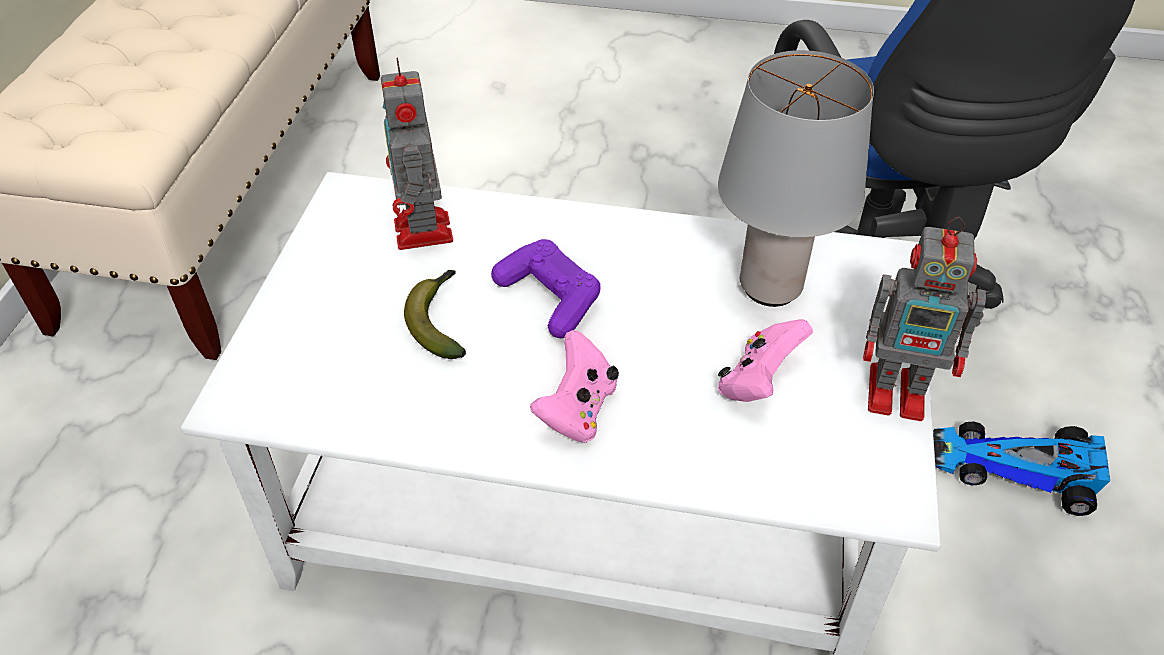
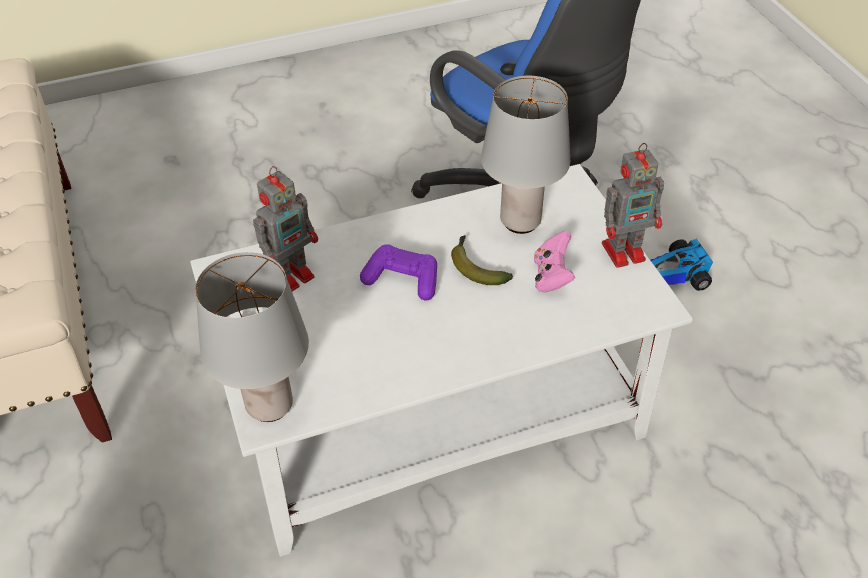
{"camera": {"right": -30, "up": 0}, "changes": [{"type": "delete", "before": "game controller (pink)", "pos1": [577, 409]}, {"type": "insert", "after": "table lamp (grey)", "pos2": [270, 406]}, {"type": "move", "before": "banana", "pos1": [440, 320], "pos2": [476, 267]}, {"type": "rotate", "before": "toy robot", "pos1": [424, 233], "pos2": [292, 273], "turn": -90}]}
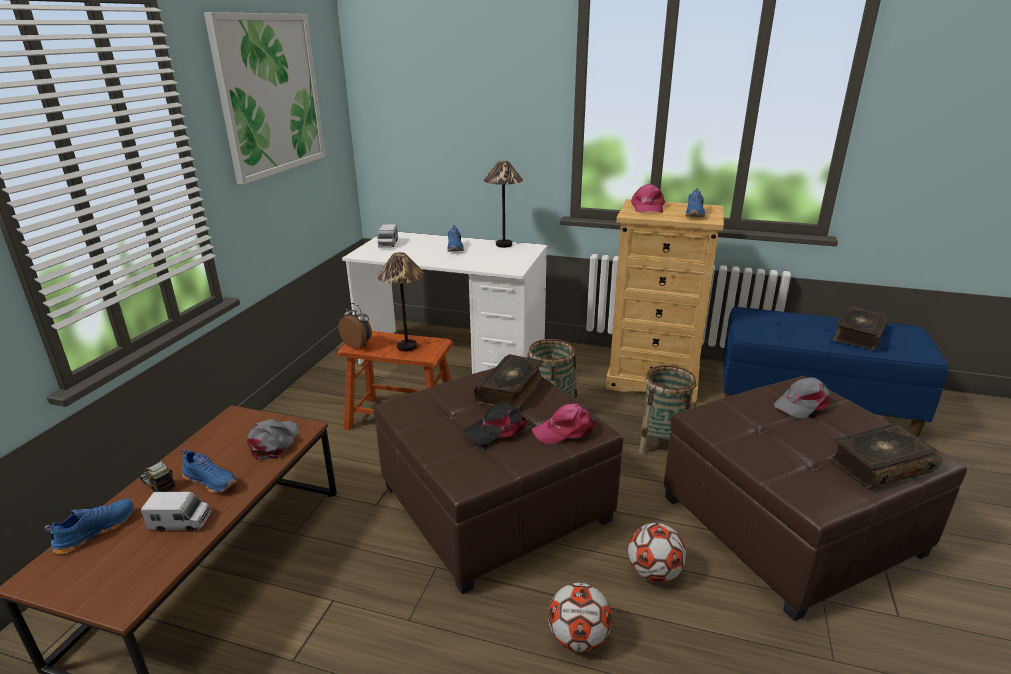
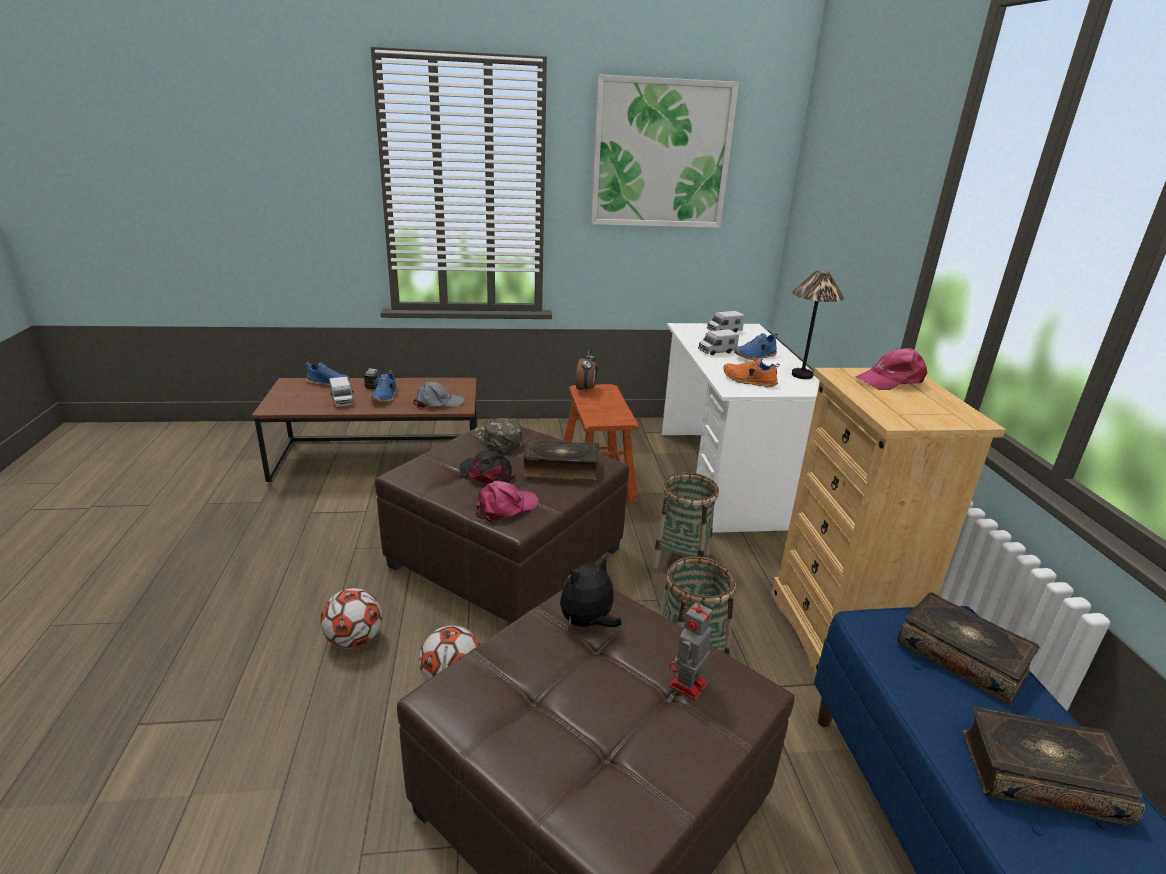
{"camera": {"right": 65, "up": 0}, "changes": [{"type": "delete", "before": "table lamp", "pos1": [407, 347]}, {"type": "delete", "before": "shoe (blue)", "pos1": [695, 214]}, {"type": "insert", "after": "cap (green)", "pos2": [497, 439]}, {"type": "insert", "after": "plush toy", "pos2": [587, 623]}, {"type": "insert", "after": "toy truck", "pos2": [716, 351]}, {"type": "insert", "after": "shoe (orange)", "pos2": [748, 381]}, {"type": "move", "before": "book", "pos1": [879, 465], "pos2": [962, 656]}, {"type": "replace", "before": "cap (grey)", "after": "toy robot", "pos1": [801, 404], "pos2": [687, 686]}, {"type": "rotate", "before": "cap (pink)", "pos1": [565, 431], "pos2": [505, 508], "turn": 90}]}
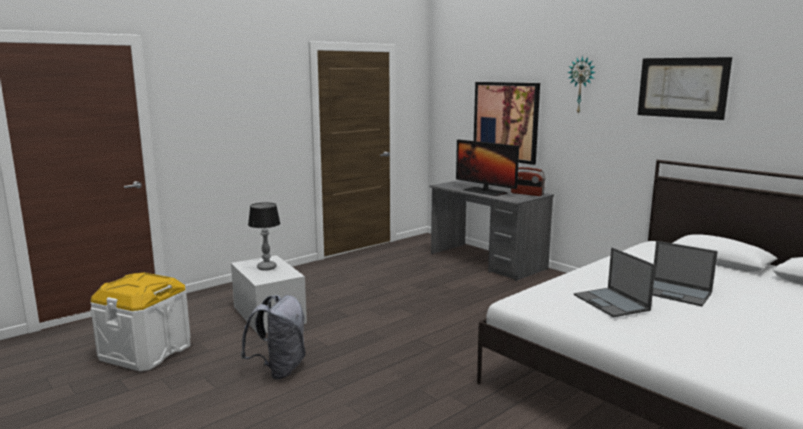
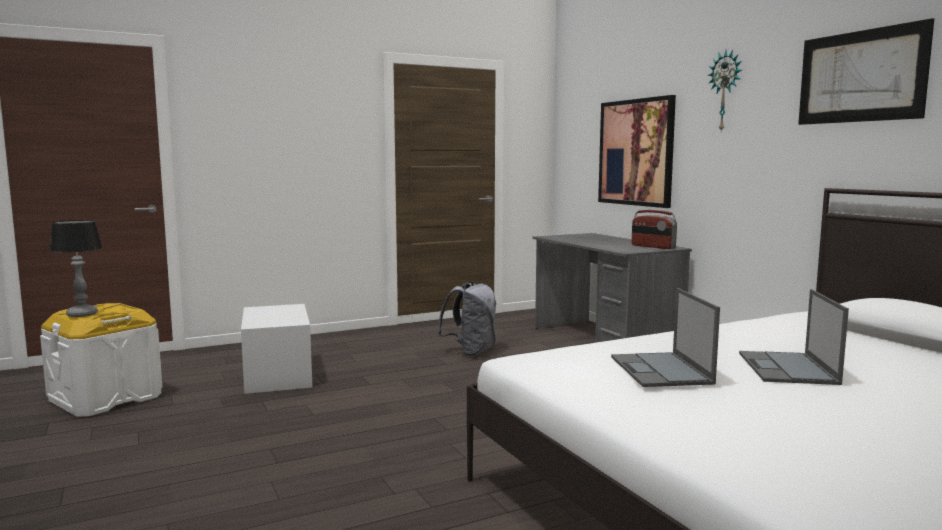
{"camera": {"right": 15, "up": -5}, "changes": [{"type": "delete", "before": "monitor", "pos1": [485, 191]}, {"type": "move", "before": "backpack (grey)", "pos1": [279, 369], "pos2": [470, 352]}, {"type": "move", "before": "table lamp", "pos1": [266, 267], "pos2": [82, 314]}, {"type": "rotate", "before": "laptop", "pos1": [676, 293], "pos2": [788, 368], "turn": 45}]}
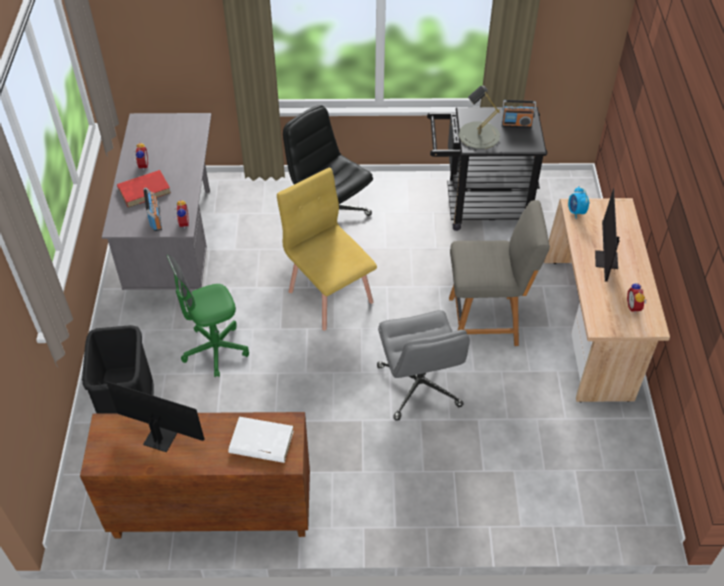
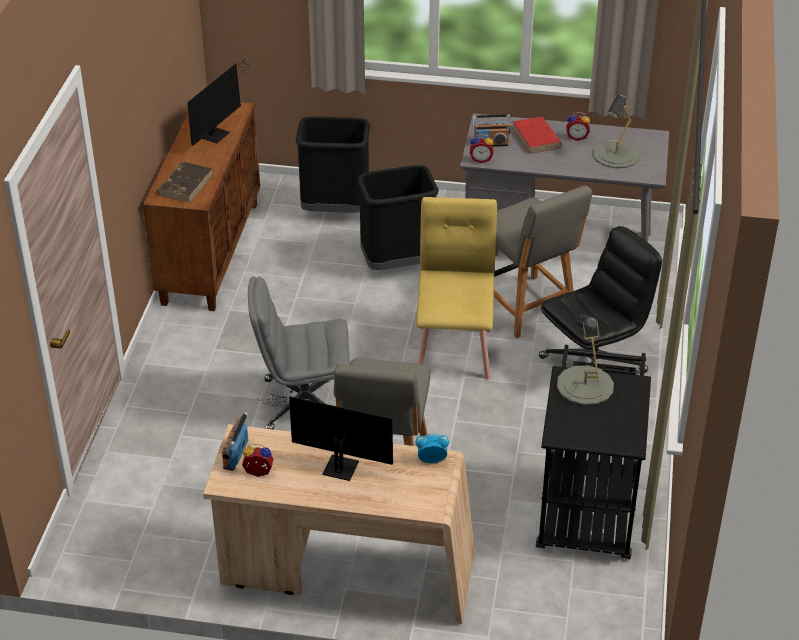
{"camera": {"right": 100, "up": -10}, "changes": [{"type": "insert", "after": "chair (grey)", "pos2": [528, 308]}, {"type": "insert", "after": "table lamp (grey)", "pos2": [616, 154]}, {"type": "move", "before": "radio", "pos1": [516, 124], "pos2": [235, 455]}, {"type": "replace", "before": "office chair (green)", "after": "trash can (black)", "pos1": [215, 350], "pos2": [398, 263]}, {"type": "recolor", "before": "book (white)", "after": "book (brown)", "pos1": [261, 442], "pos2": [185, 184]}, {"type": "rotate", "before": "chair (yellow)", "pos1": [330, 295], "pos2": [455, 351], "turn": -60}]}
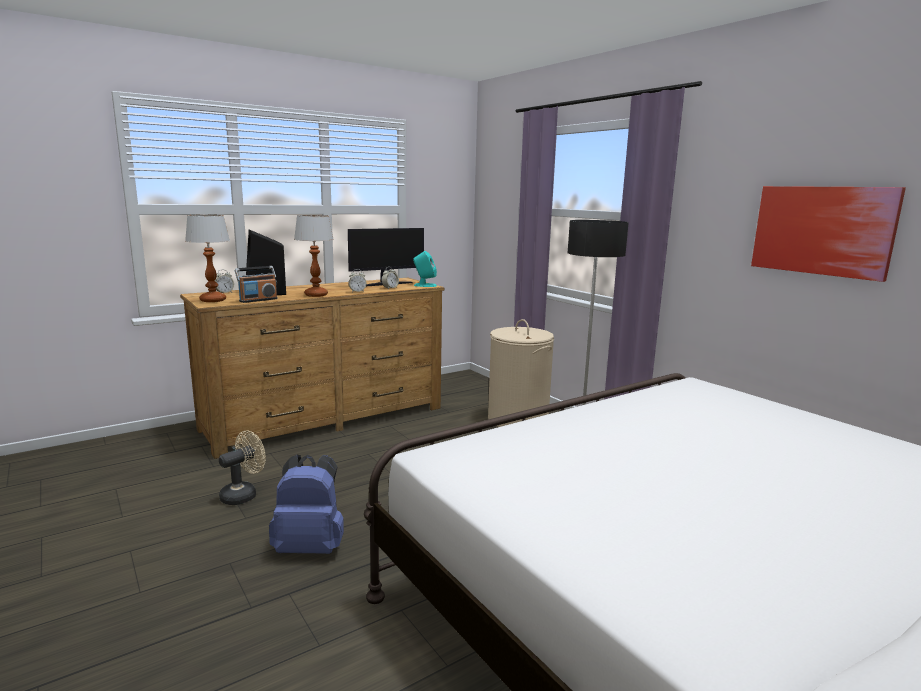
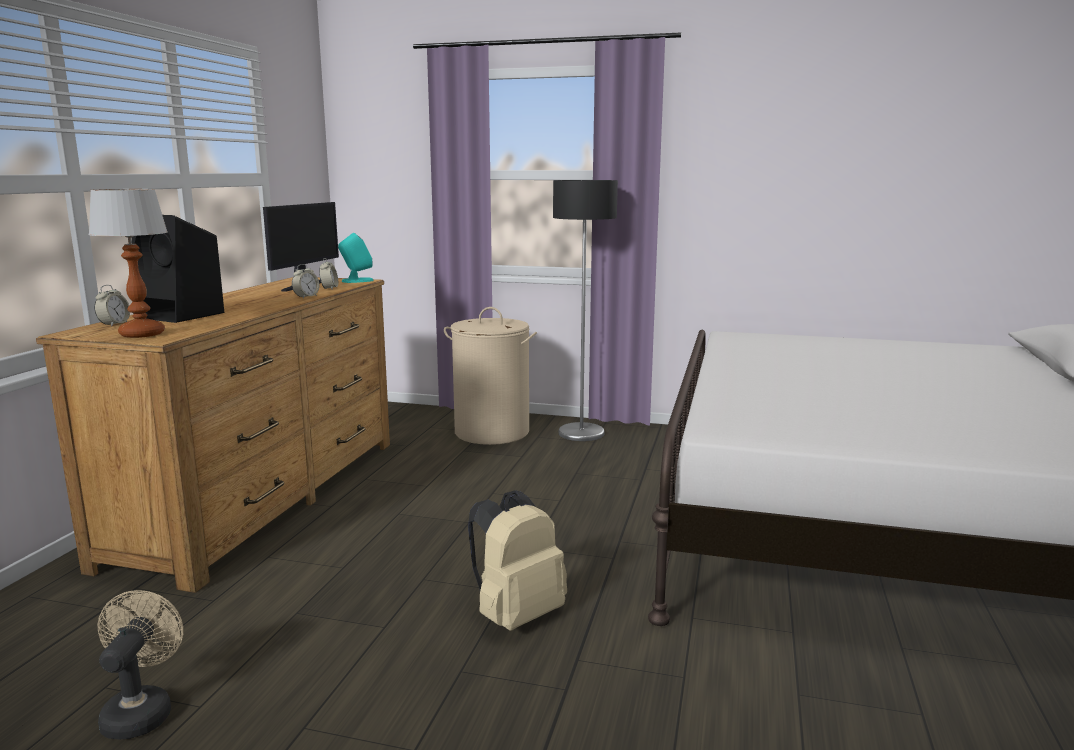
{"camera": {"right": -40, "up": 0}, "changes": [{"type": "delete", "before": "radio", "pos1": [258, 300]}, {"type": "delete", "before": "table lamp", "pos1": [316, 295]}, {"type": "delete", "before": "picture", "pos1": [822, 230]}, {"type": "move", "before": "fan (beige)", "pos1": [243, 494], "pos2": [141, 710]}, {"type": "recolor", "before": "backpack (blue)", "after": "backpack (beige)", "pos1": [310, 547], "pos2": [516, 615]}]}
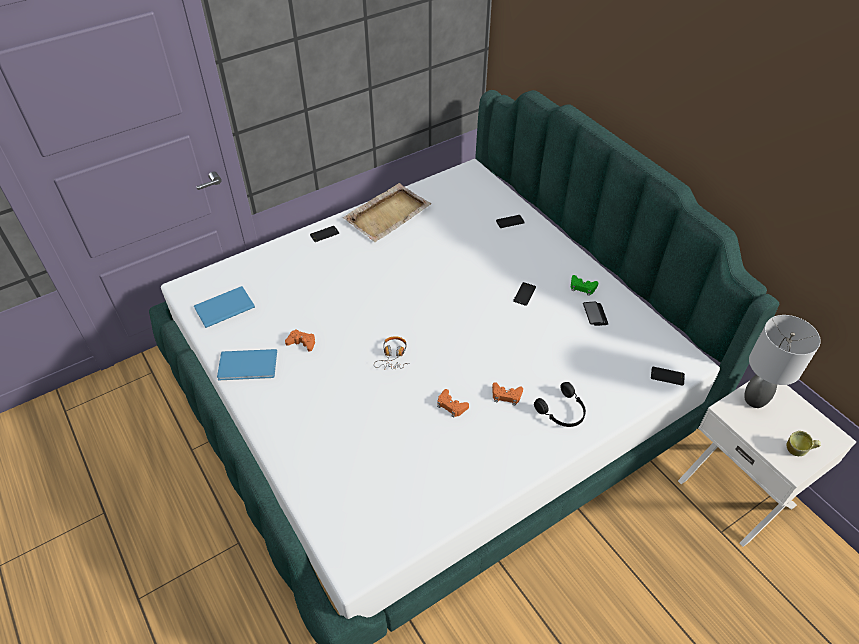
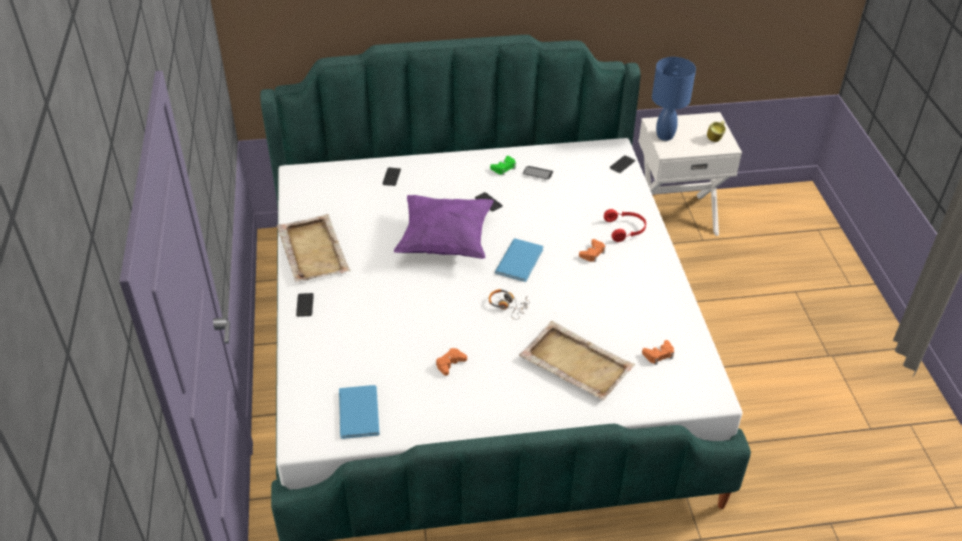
{"camera": {"right": -65, "up": -5}, "changes": [{"type": "insert", "after": "pillow (purple)", "pos2": [445, 241]}, {"type": "insert", "after": "tray (beige)", "pos2": [575, 362]}, {"type": "move", "before": "book (blue)", "pos1": [249, 366], "pos2": [521, 260]}, {"type": "move", "before": "game controller (orange)", "pos1": [451, 406], "pos2": [658, 355]}, {"type": "recolor", "before": "headphones (black)", "after": "headphones (red)", "pos1": [562, 412], "pos2": [625, 229]}, {"type": "recolor", "before": "table lamp (grey)", "after": "table lamp (blue)", "pos1": [755, 400], "pos2": [665, 135]}]}
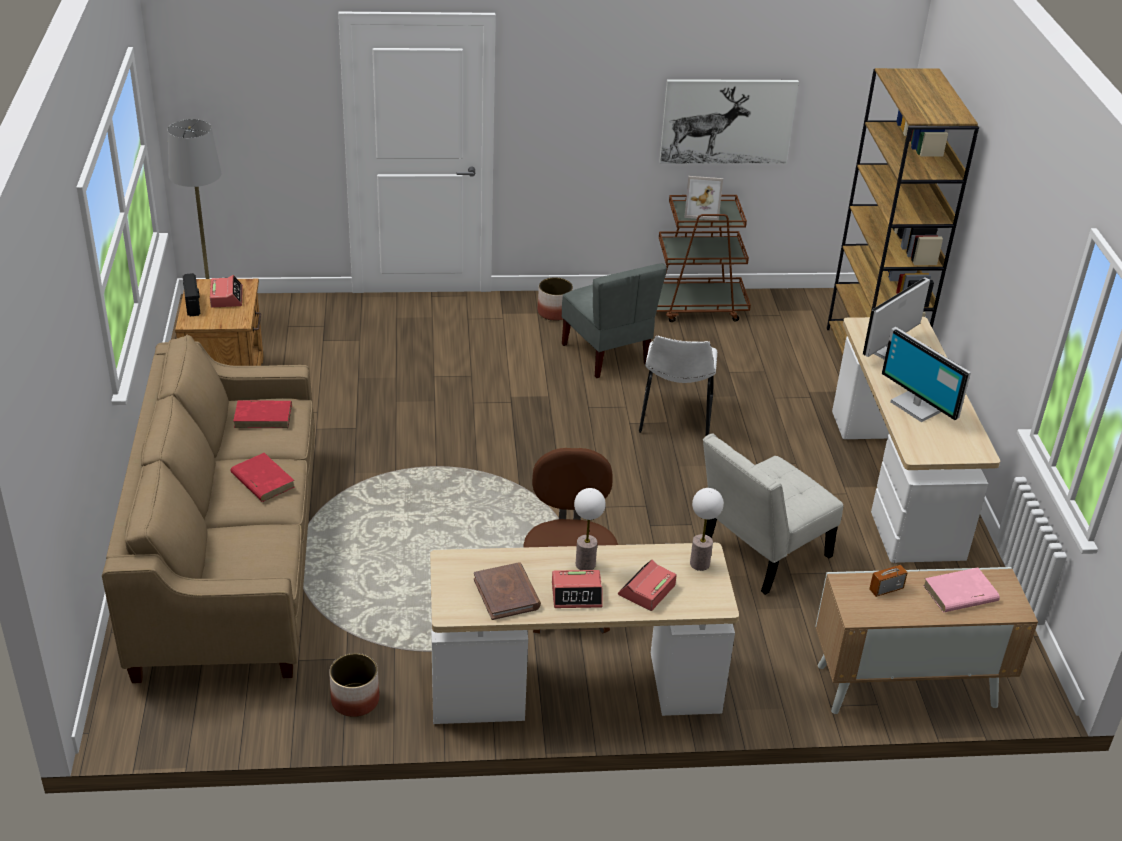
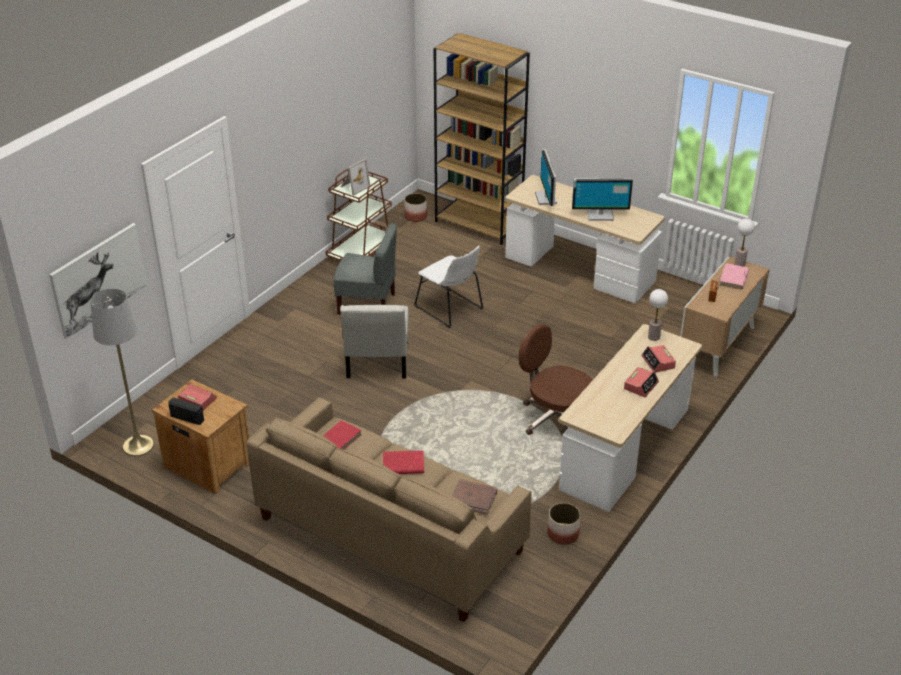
{"camera": {"right": -50, "up": 0}, "changes": [{"type": "move", "before": "book (brown)", "pos1": [507, 594], "pos2": [473, 498]}, {"type": "move", "before": "planter", "pos1": [554, 312], "pos2": [415, 216]}, {"type": "move", "before": "table lamp", "pos1": [585, 564], "pos2": [740, 263]}, {"type": "move", "before": "picture", "pos1": [727, 121], "pos2": [98, 279]}, {"type": "move", "before": "chair (white)", "pos1": [760, 553], "pos2": [377, 363]}]}
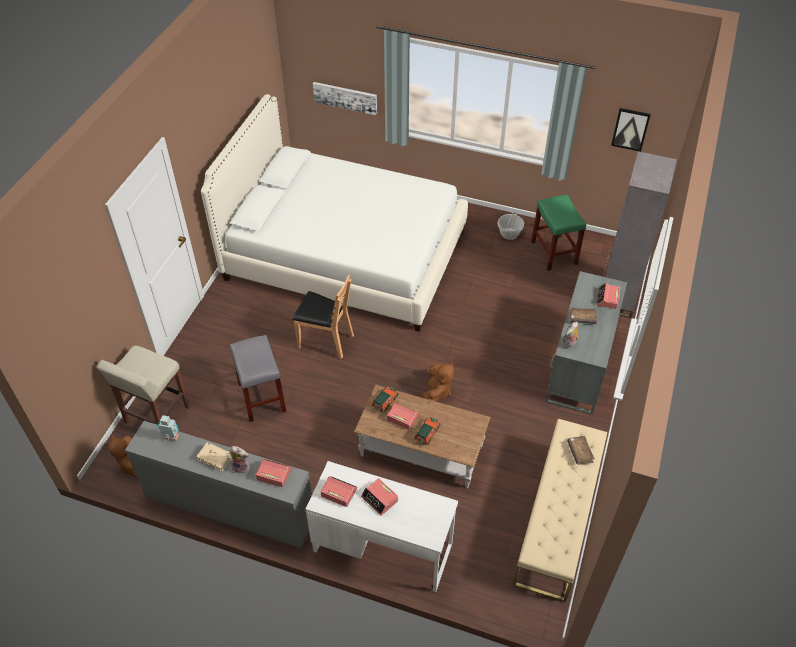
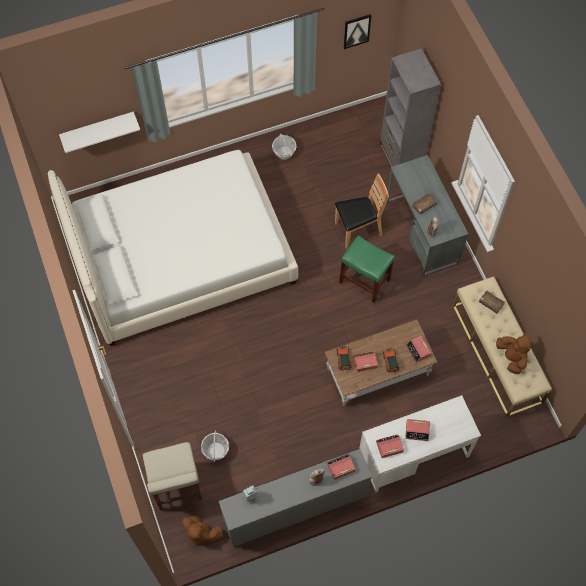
{"camera": {"right": -40, "up": 15}, "changes": [{"type": "delete", "before": "book (beige)", "pos1": [215, 458]}, {"type": "delete", "before": "stool (grey)", "pos1": [261, 397]}, {"type": "insert", "after": "basket", "pos2": [215, 450]}, {"type": "move", "before": "chair (brown)", "pos1": [325, 340], "pos2": [358, 230]}, {"type": "move", "before": "plush toy (brown)", "pos1": [437, 392], "pos2": [511, 357]}, {"type": "move", "before": "stool (green)", "pos1": [553, 252], "pos2": [364, 281]}, {"type": "move", "before": "alarm clock", "pos1": [607, 299], "pos2": [418, 350]}, {"type": "replace", "before": "picture", "after": "shelf (white)", "pos1": [345, 97], "pos2": [98, 128]}]}
